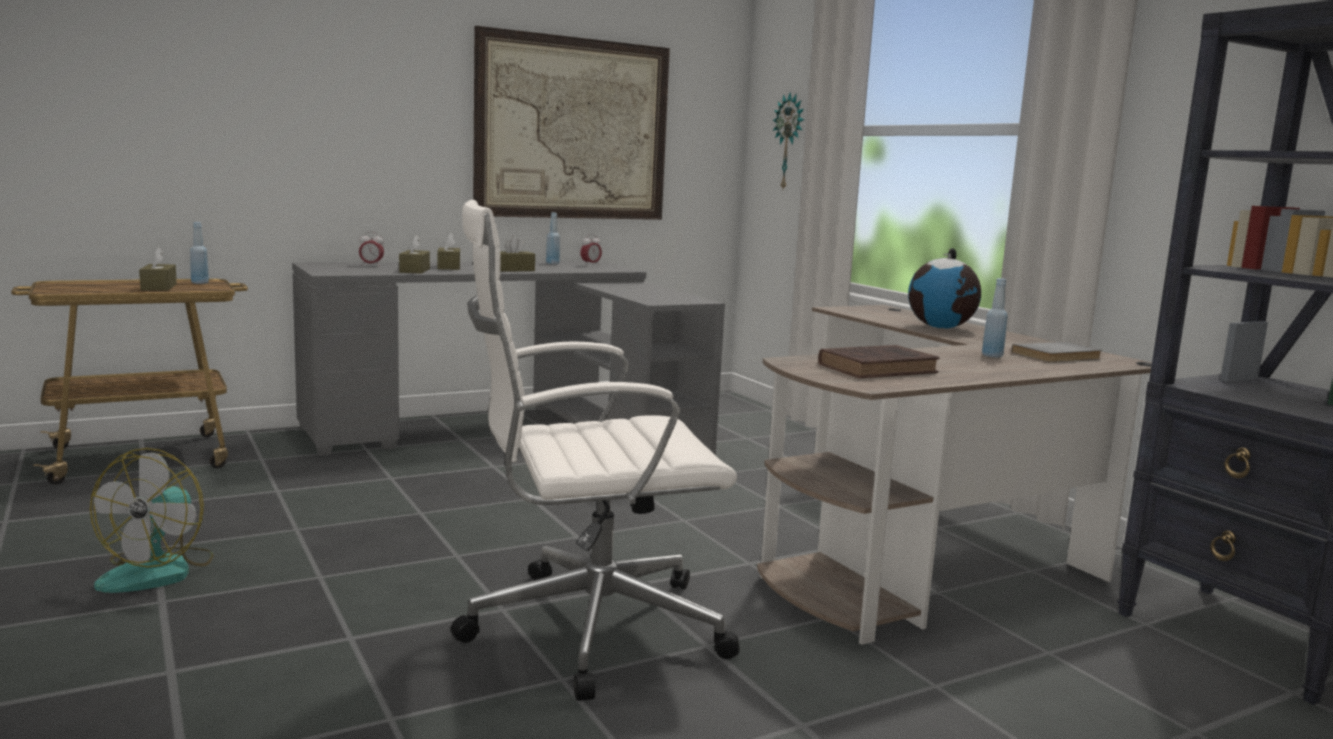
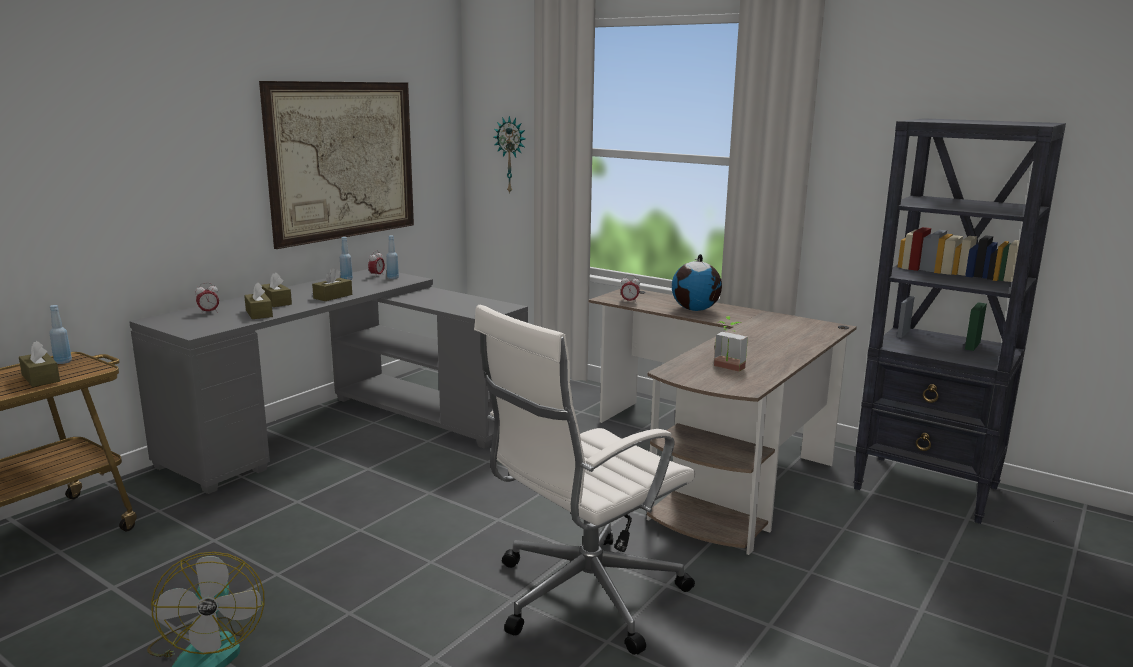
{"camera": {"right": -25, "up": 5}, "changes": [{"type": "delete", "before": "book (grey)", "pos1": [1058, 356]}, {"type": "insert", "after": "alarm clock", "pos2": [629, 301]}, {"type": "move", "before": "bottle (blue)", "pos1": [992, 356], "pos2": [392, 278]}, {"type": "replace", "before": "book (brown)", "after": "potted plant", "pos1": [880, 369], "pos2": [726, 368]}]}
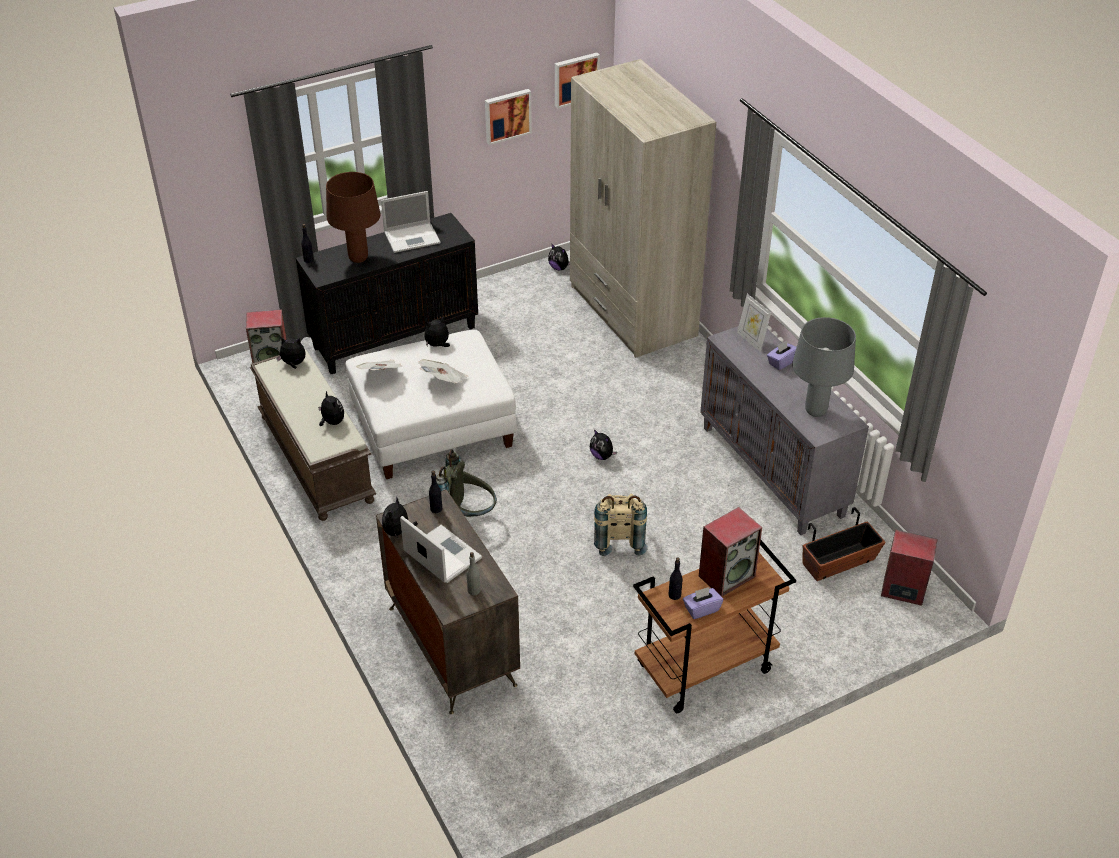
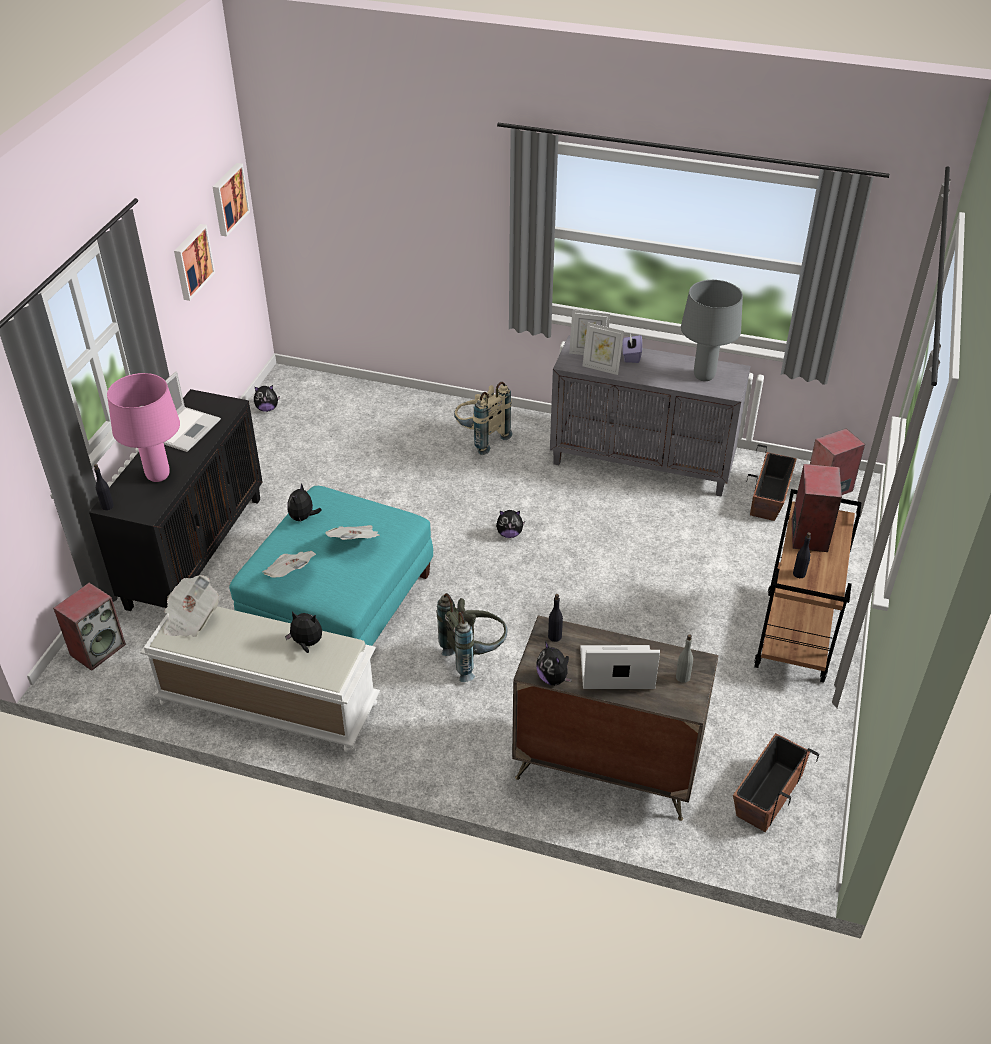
{"camera": {"right": -45, "up": 0}, "changes": [{"type": "delete", "before": "wardrobe (beige)", "pos1": [632, 311]}, {"type": "delete", "before": "tissue box (purple)", "pos1": [701, 609]}, {"type": "insert", "after": "picture frame", "pos2": [601, 368]}, {"type": "insert", "after": "planter", "pos2": [768, 794]}, {"type": "move", "before": "backpack (beige)", "pos1": [618, 538], "pos2": [480, 438]}, {"type": "replace", "before": "plush toy", "after": "newspaper", "pos1": [293, 364], "pos2": [191, 618]}, {"type": "recolor", "before": "bench (brown)", "after": "bench (white)", "pos1": [314, 458], "pos2": [266, 704]}, {"type": "recolor", "before": "table lamp (brown)", "after": "table lamp (pink)", "pos1": [358, 258], "pos2": [158, 476]}, {"type": "recolor", "before": "ottoman (white)", "after": "ottoman (turquoise)", "pos1": [433, 427], "pos2": [339, 604]}]}
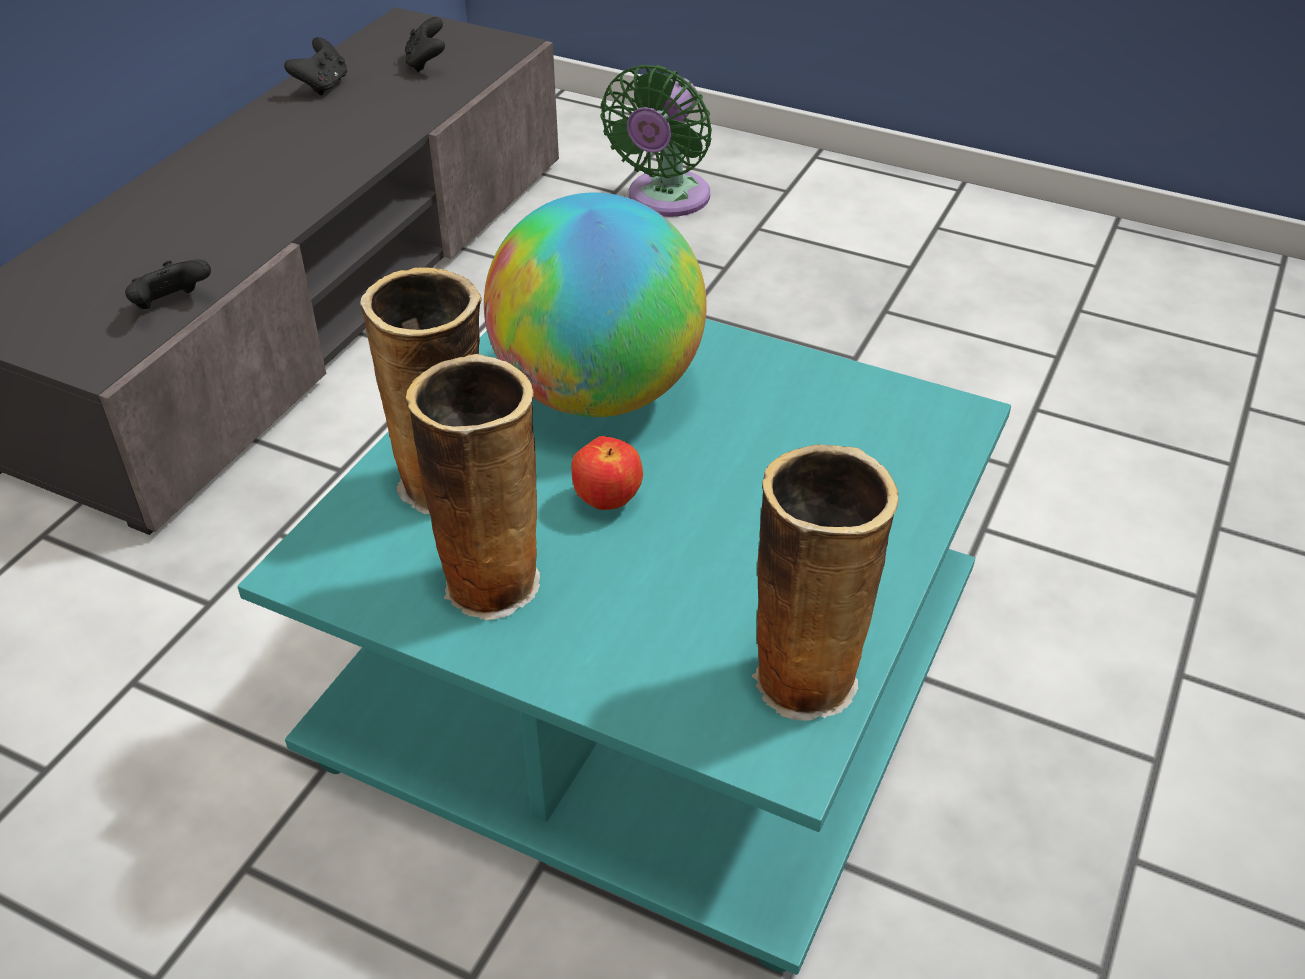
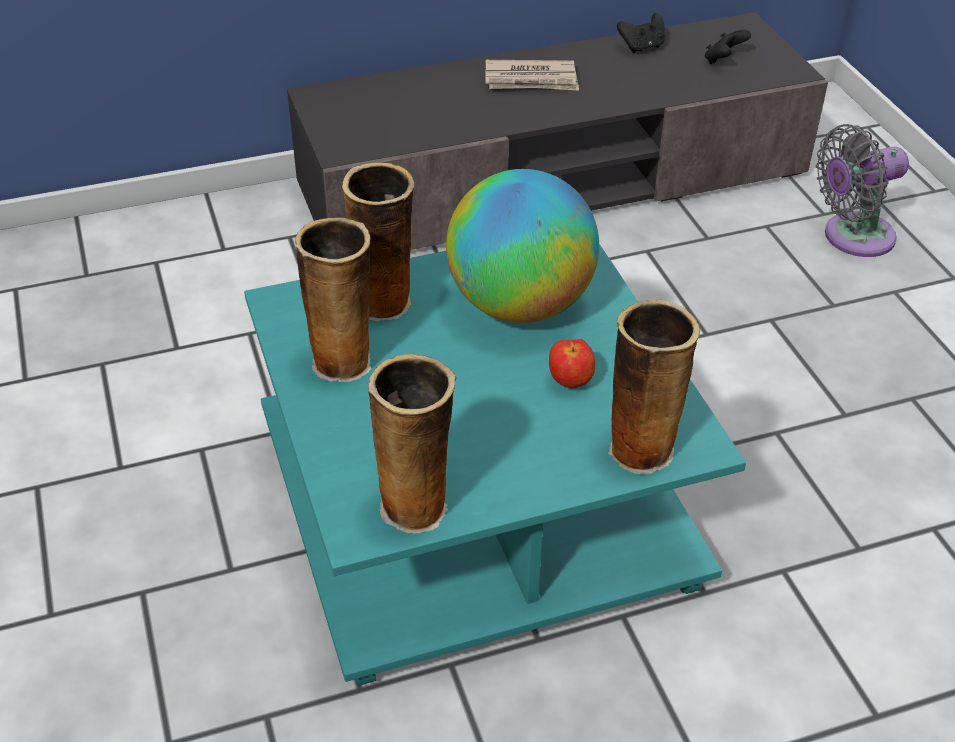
{"camera": {"right": 45, "up": 0}, "changes": [{"type": "delete", "before": "game controller (black)", "pos1": [172, 306]}, {"type": "insert", "after": "newspaper", "pos2": [531, 80]}, {"type": "insert", "after": "vase", "pos2": [641, 449]}, {"type": "move", "before": "apple", "pos1": [608, 501], "pos2": [571, 382]}, {"type": "recolor", "before": "fan (green)", "after": "fan (grey)", "pos1": [665, 200], "pos2": [852, 237]}]}
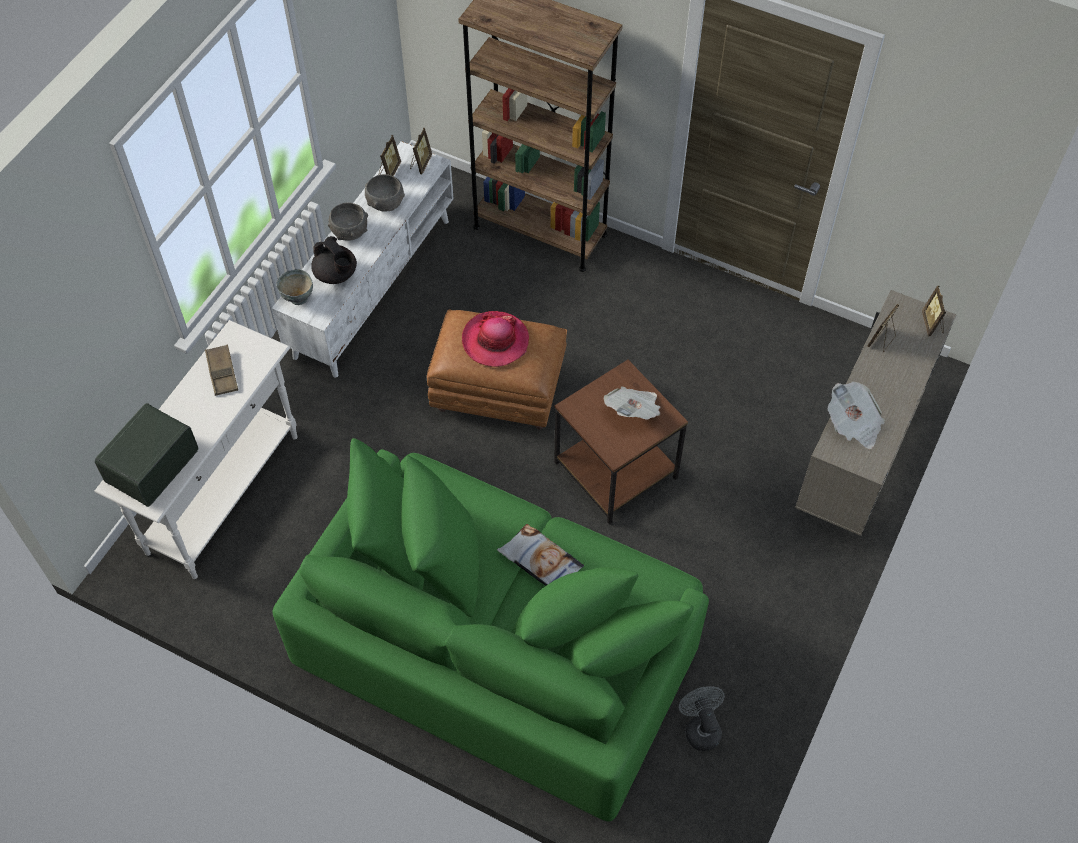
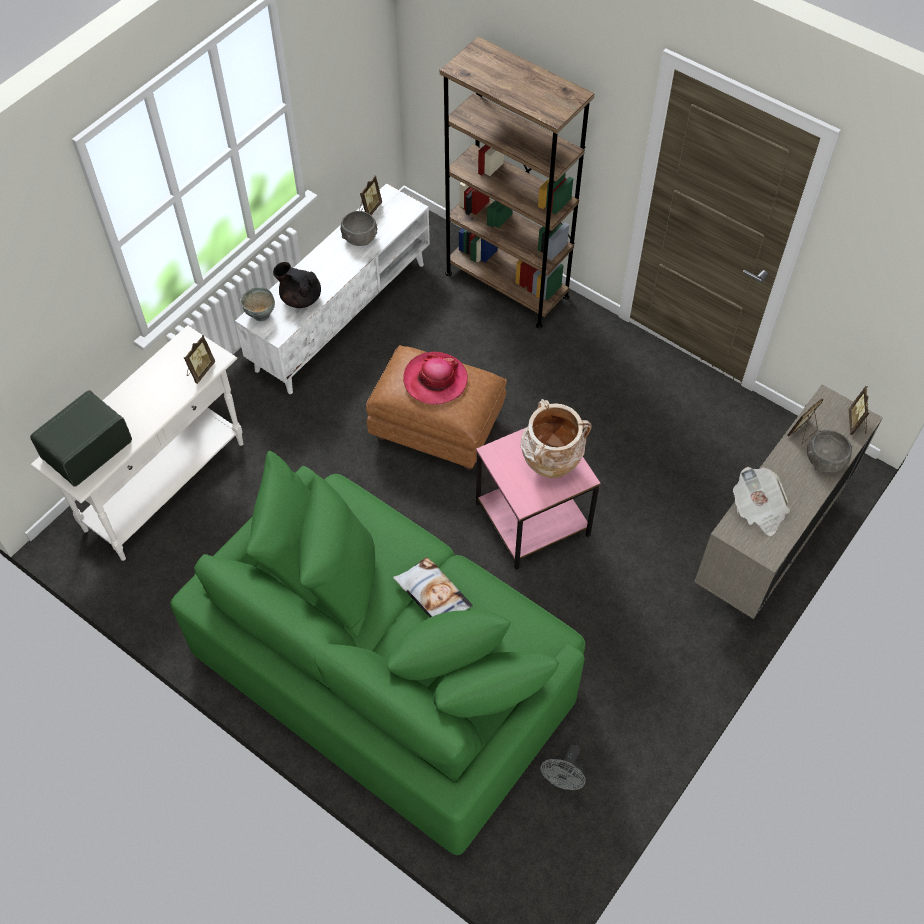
{"camera": {"right": 10, "up": 0}, "changes": [{"type": "delete", "before": "tray (brown)", "pos1": [222, 372]}, {"type": "move", "before": "bowl (grey)", "pos1": [350, 232], "pos2": [824, 461]}, {"type": "move", "before": "picture frame", "pos1": [420, 164], "pos2": [200, 371]}, {"type": "replace", "before": "newspaper", "after": "vase (beige)", "pos1": [633, 411], "pos2": [550, 465]}, {"type": "recolor", "before": "side table (brown)", "after": "side table (pink)", "pos1": [617, 470], "pos2": [534, 519]}, {"type": "rotate", "before": "teapot (black)", "pos1": [336, 274], "pos2": [300, 298], "turn": 150}, {"type": "rotate", "before": "fan (grey)", "pos1": [700, 728], "pos2": [563, 779], "turn": -150}]}
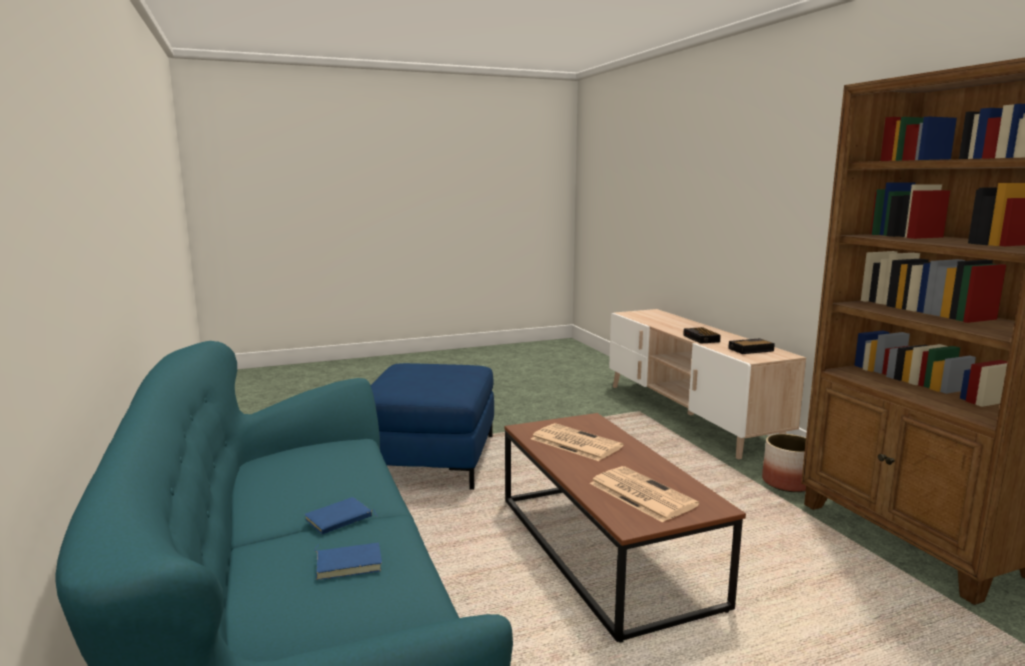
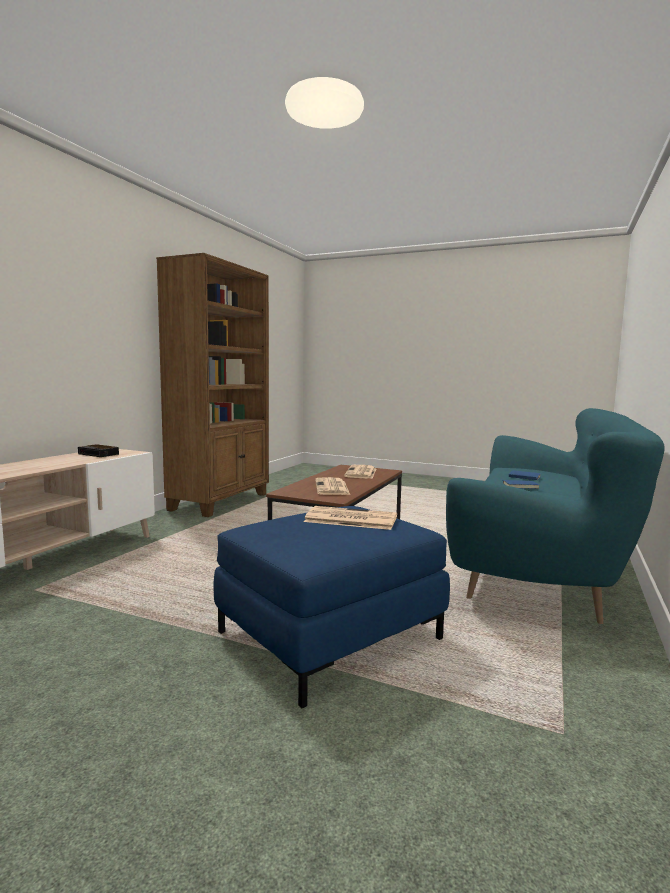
{"camera": {"right": -135, "up": -5}, "changes": [{"type": "delete", "before": "alarm clock", "pos1": [701, 339]}, {"type": "delete", "before": "planter", "pos1": [787, 483]}, {"type": "insert", "after": "newspaper", "pos2": [349, 519]}]}
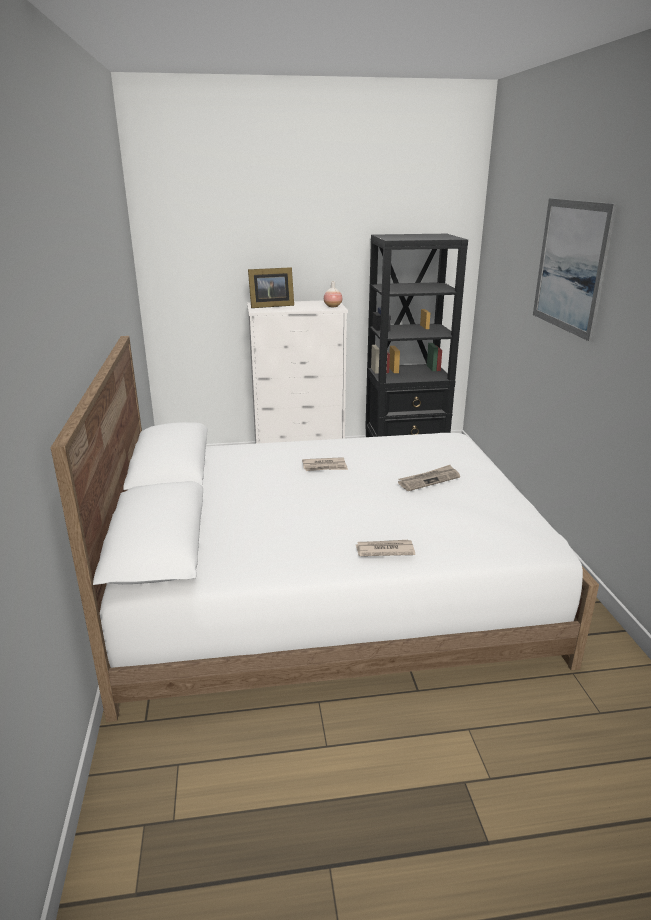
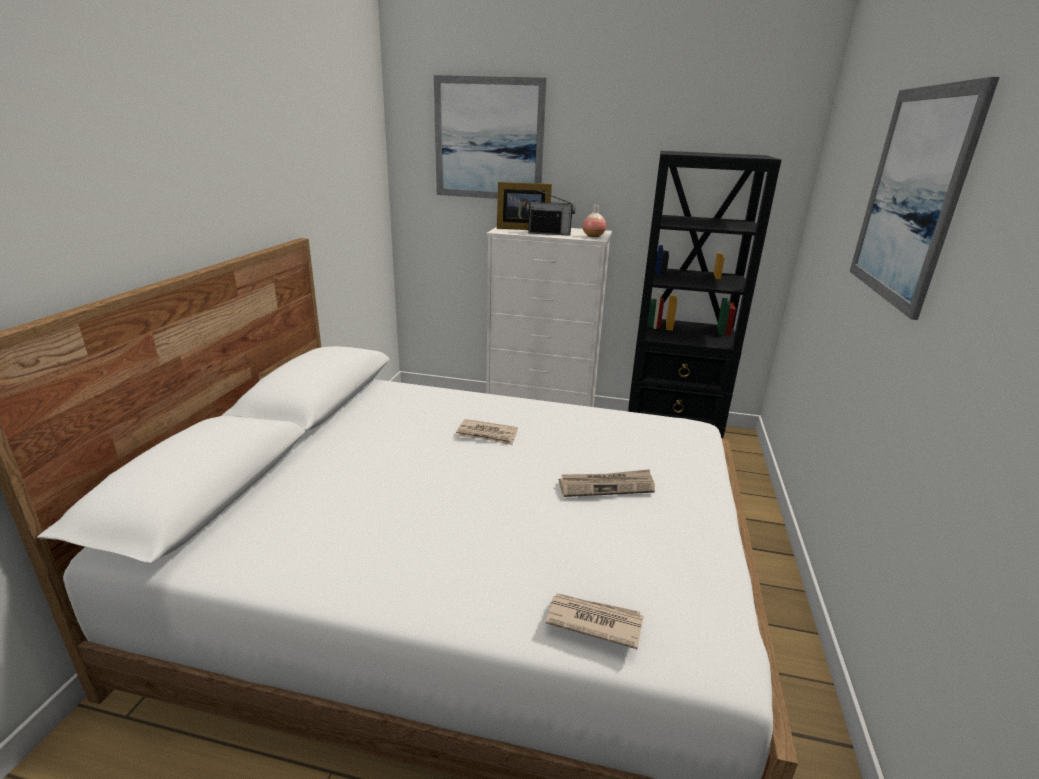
{"camera": {"right": 20, "up": 0}, "changes": [{"type": "insert", "after": "picture", "pos2": [489, 139]}, {"type": "insert", "after": "radio", "pos2": [549, 233]}, {"type": "move", "before": "newspaper", "pos1": [384, 550], "pos2": [593, 621]}]}
